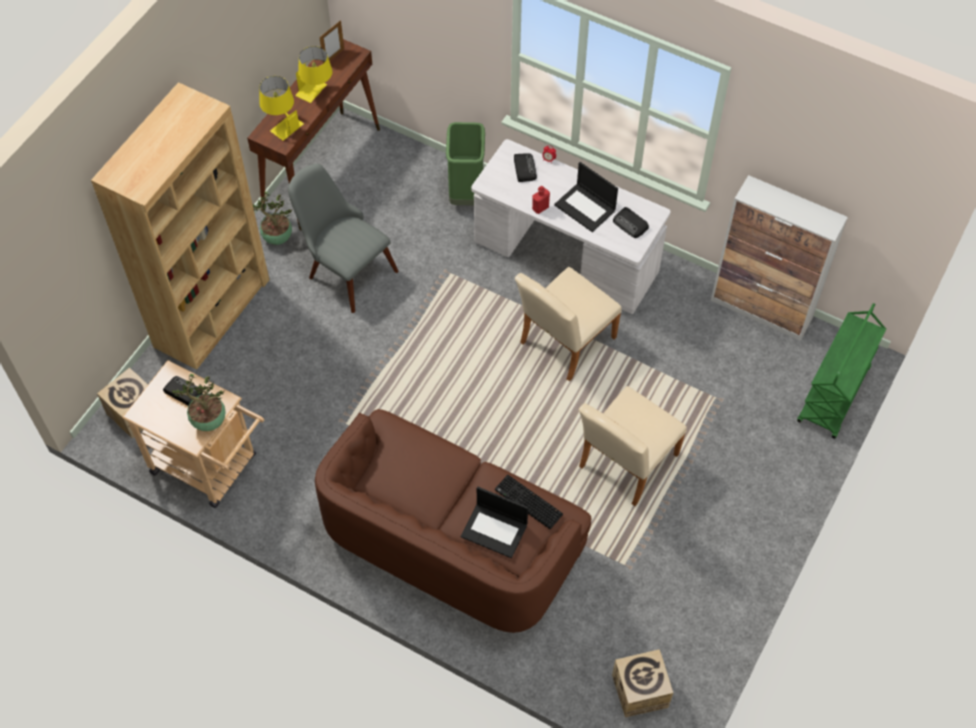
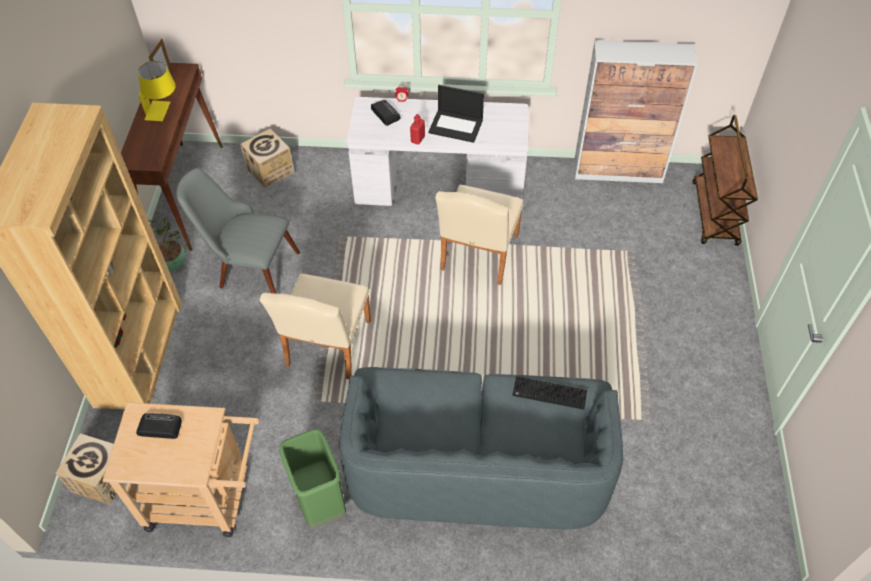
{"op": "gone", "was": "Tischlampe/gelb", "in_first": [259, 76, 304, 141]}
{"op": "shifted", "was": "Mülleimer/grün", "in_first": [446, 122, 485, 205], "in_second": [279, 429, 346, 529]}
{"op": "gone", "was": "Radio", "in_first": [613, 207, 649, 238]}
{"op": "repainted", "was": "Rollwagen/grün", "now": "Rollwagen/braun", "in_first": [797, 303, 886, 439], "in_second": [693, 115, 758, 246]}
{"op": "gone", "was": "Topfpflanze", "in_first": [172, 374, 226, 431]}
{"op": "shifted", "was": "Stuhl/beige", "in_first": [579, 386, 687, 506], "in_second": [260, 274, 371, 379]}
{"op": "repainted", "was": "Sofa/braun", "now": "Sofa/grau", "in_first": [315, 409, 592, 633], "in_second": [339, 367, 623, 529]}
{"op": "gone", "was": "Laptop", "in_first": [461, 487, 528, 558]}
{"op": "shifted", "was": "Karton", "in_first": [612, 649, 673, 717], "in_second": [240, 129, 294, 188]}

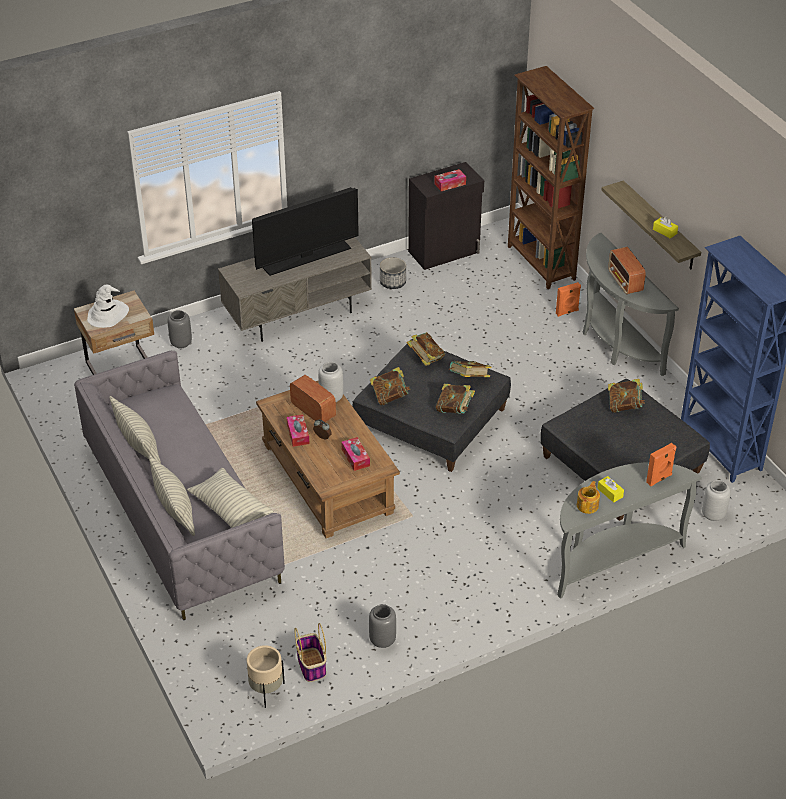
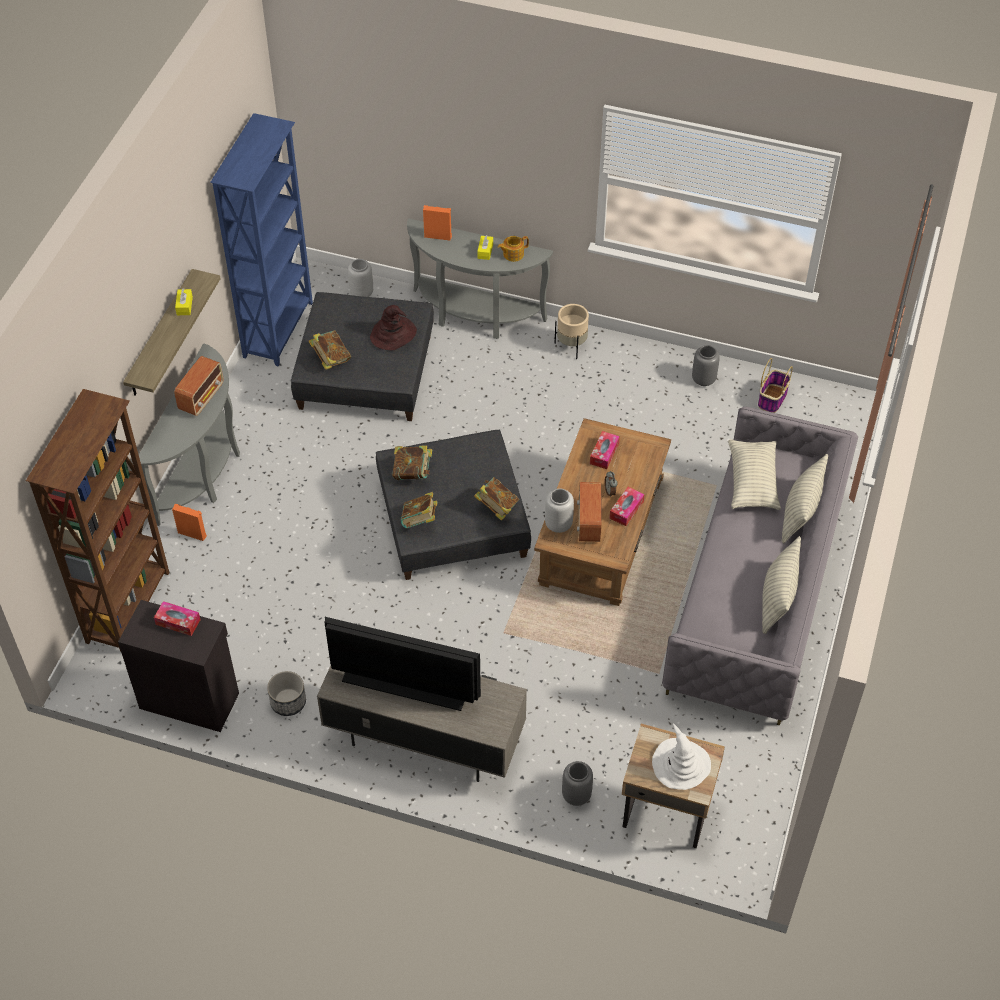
{"op": "gone", "was": "Buch", "in_first": [436, 384, 475, 414]}
{"op": "shifted", "was": "Pflanzkübel/beige", "in_first": [247, 645, 285, 708], "in_second": [555, 304, 589, 359]}
{"op": "new", "now": "Hut/braun", "in_second": [370, 305, 417, 350]}

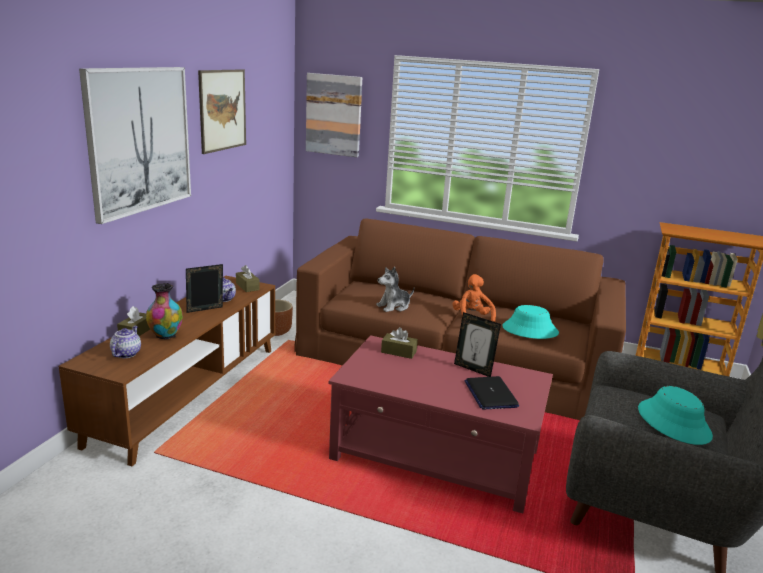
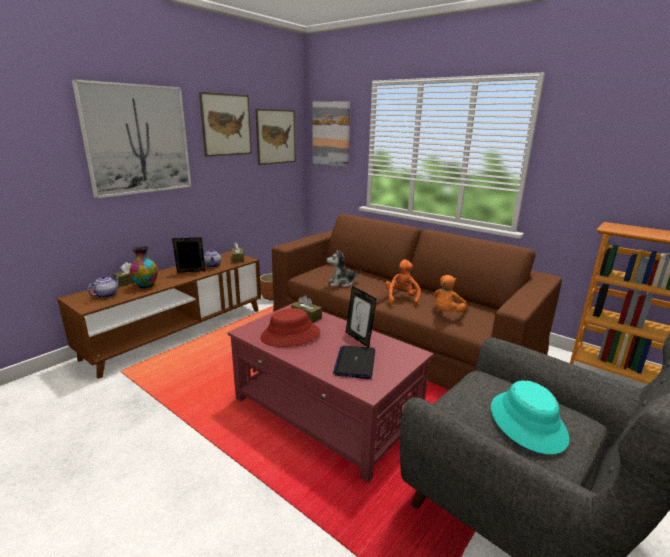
{"op": "swapped", "was": "Hut/türkis", "now": "Plüschtier/orange", "in_first": [502, 305, 559, 339], "in_second": [434, 275, 468, 313]}
{"op": "new", "now": "Bild", "in_second": [255, 109, 296, 165]}
{"op": "new", "now": "Hut/rot", "in_second": [260, 308, 320, 347]}

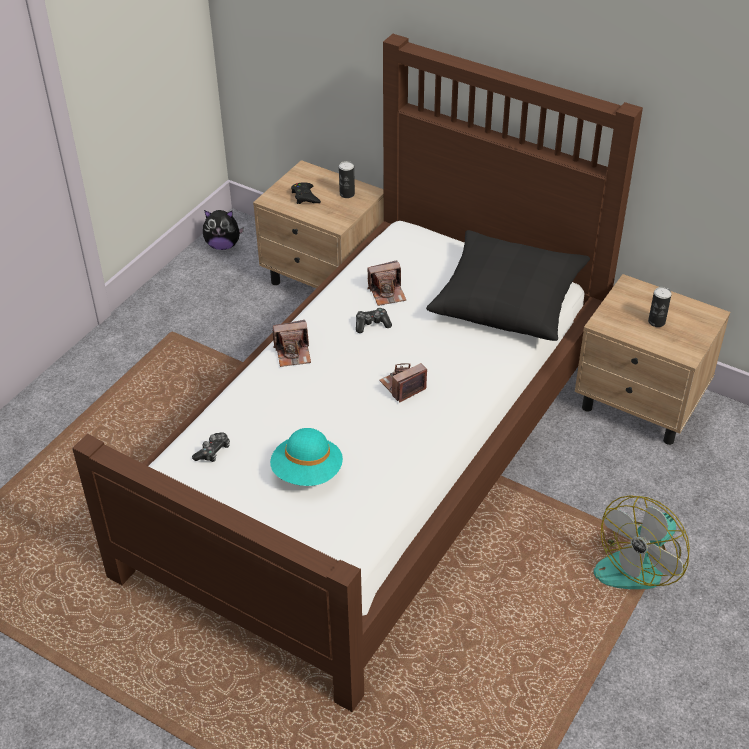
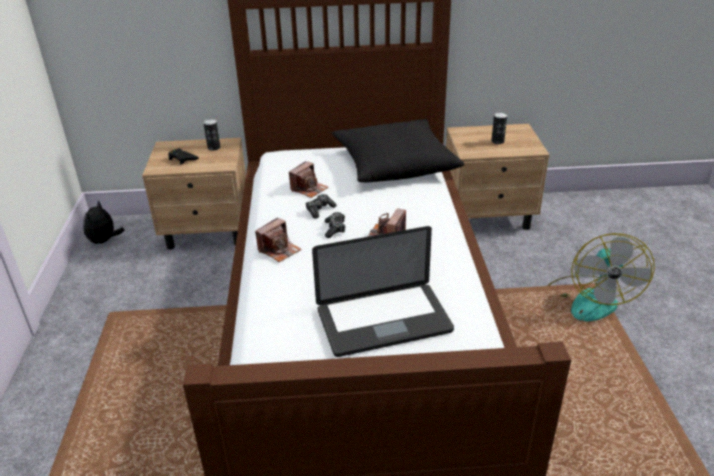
{"op": "rotated", "was": "Plüschtier", "in_first": [203, 210, 244, 250], "in_second": [83, 200, 124, 244], "clockwise": 135}
{"op": "swapped", "was": "Hut/türkis", "now": "Laptop", "in_first": [270, 428, 343, 486], "in_second": [312, 226, 454, 357]}
{"op": "shifted", "was": "Gamepad", "in_first": [192, 432, 230, 462], "in_second": [325, 212, 346, 238]}

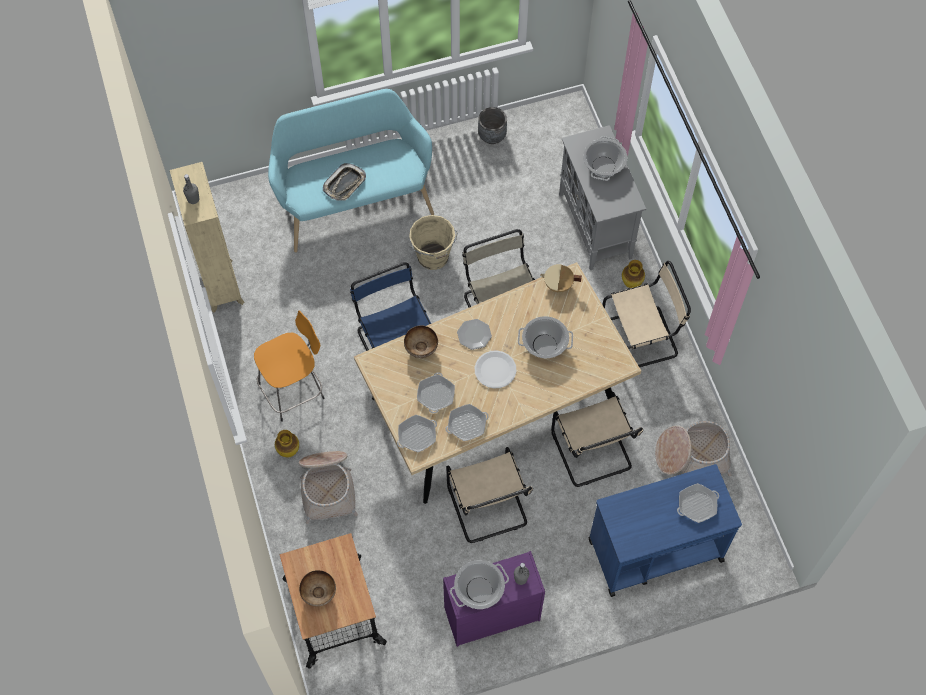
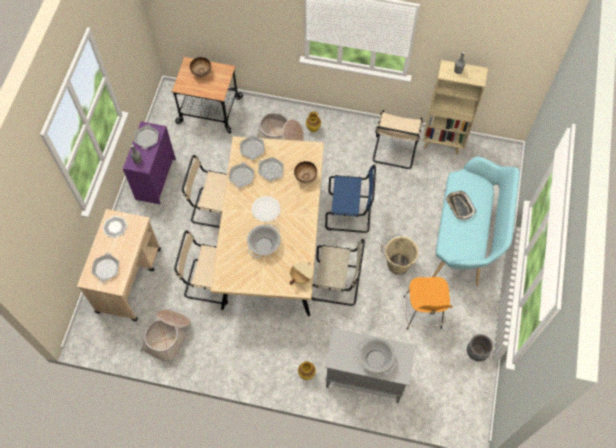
{"op": "shifted", "was": "Stuhl/beige", "in_first": [602, 261, 691, 367], "in_second": [373, 110, 423, 169]}
{"op": "shifted", "was": "Hocker/orange", "in_first": [254, 310, 325, 422], "in_second": [404, 277, 453, 330]}
{"op": "shifted", "was": "Teller", "in_first": [457, 319, 492, 350], "in_second": [103, 216, 127, 238]}
{"op": "repainted", "was": "Rollwagen/blau", "now": "Rollwagen/beige", "in_first": [589, 464, 742, 597], "in_second": [77, 209, 161, 321]}
{"op": "swapped", "was": "Kochtopf", "now": "Pfanne", "in_first": [450, 560, 509, 609], "in_second": [134, 124, 158, 149]}

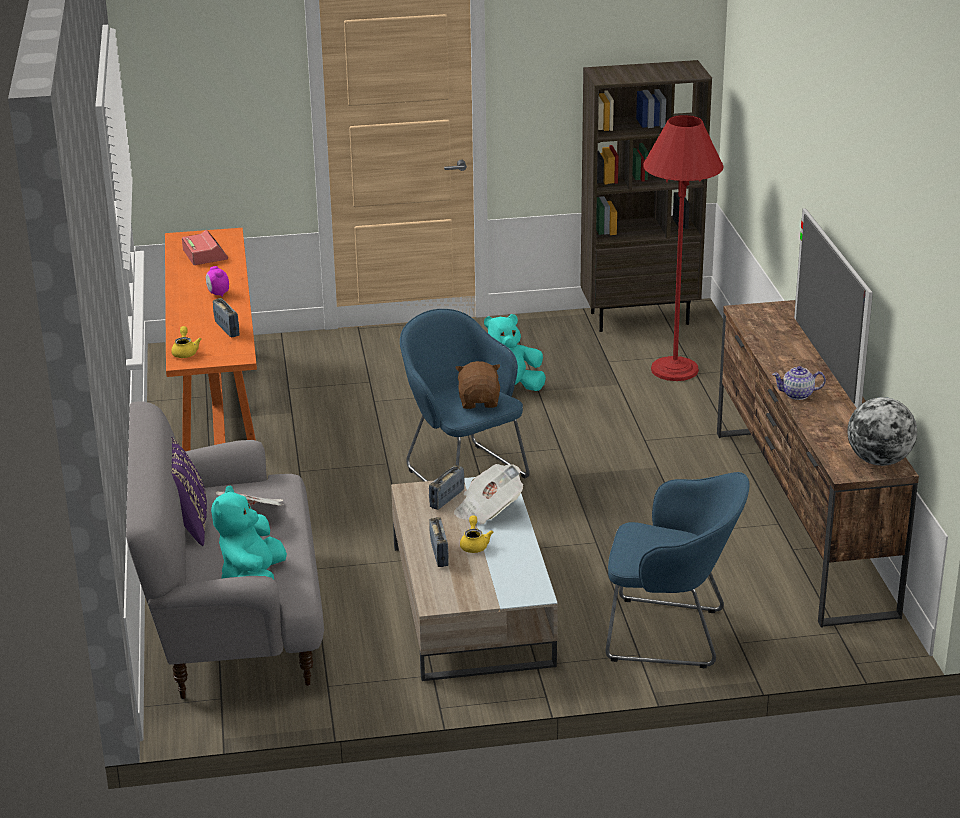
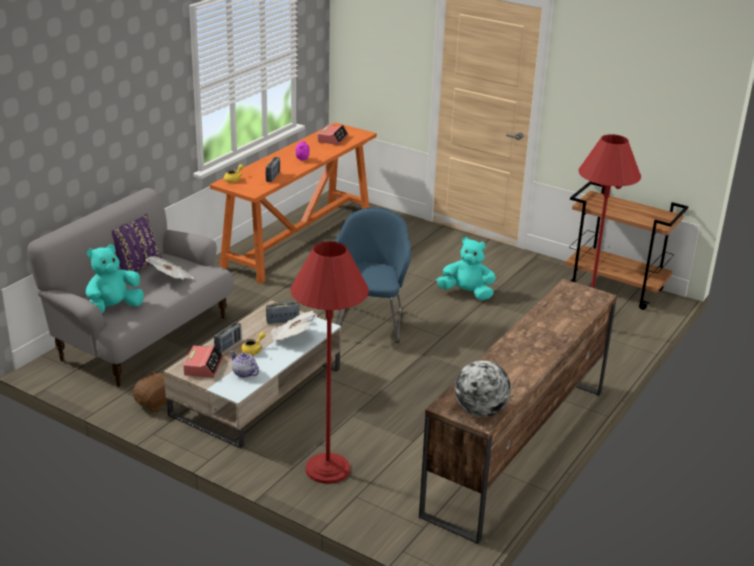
{"op": "swapped", "was": "Bücherregal/braun", "now": "Rollwagen/braun", "in_first": [580, 60, 712, 332], "in_second": [565, 181, 689, 310]}
{"op": "gone", "was": "Fernseher", "in_first": [794, 208, 873, 408]}
{"op": "shifted", "was": "Plüschtier/braun", "in_first": [455, 361, 500, 409], "in_second": [133, 371, 167, 412]}
{"op": "shifted", "was": "Teekanne", "in_first": [772, 366, 826, 400], "in_second": [230, 351, 259, 378]}
{"op": "swapped", "was": "Sessel/blau", "now": "Stehlampe/rot", "in_first": [606, 472, 750, 668], "in_second": [290, 241, 369, 484]}
{"op": "new", "now": "Wecker", "in_second": [183, 345, 223, 378]}

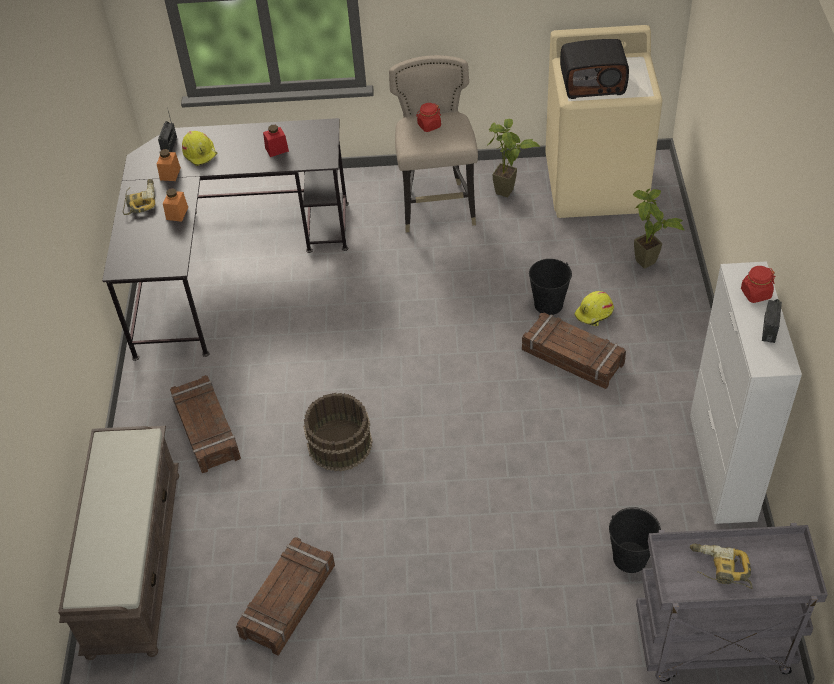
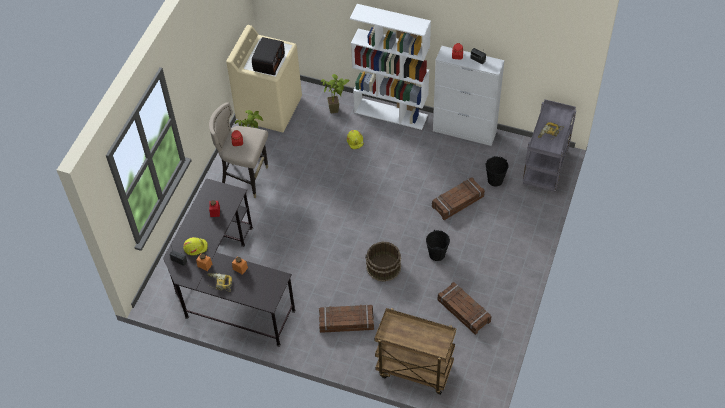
{"op": "shifted", "was": "Eimer/schwarz", "in_first": [529, 259, 572, 315], "in_second": [426, 230, 450, 261]}
{"op": "shifted", "was": "Kiste", "in_first": [522, 313, 626, 389], "in_second": [432, 177, 485, 220]}
{"op": "swapped", "was": "Bank/braun", "now": "Rollwagen/braun", "in_first": [58, 426, 179, 660], "in_second": [374, 308, 456, 395]}
{"op": "new", "now": "Bücherregal/weiß", "in_second": [350, 4, 431, 130]}

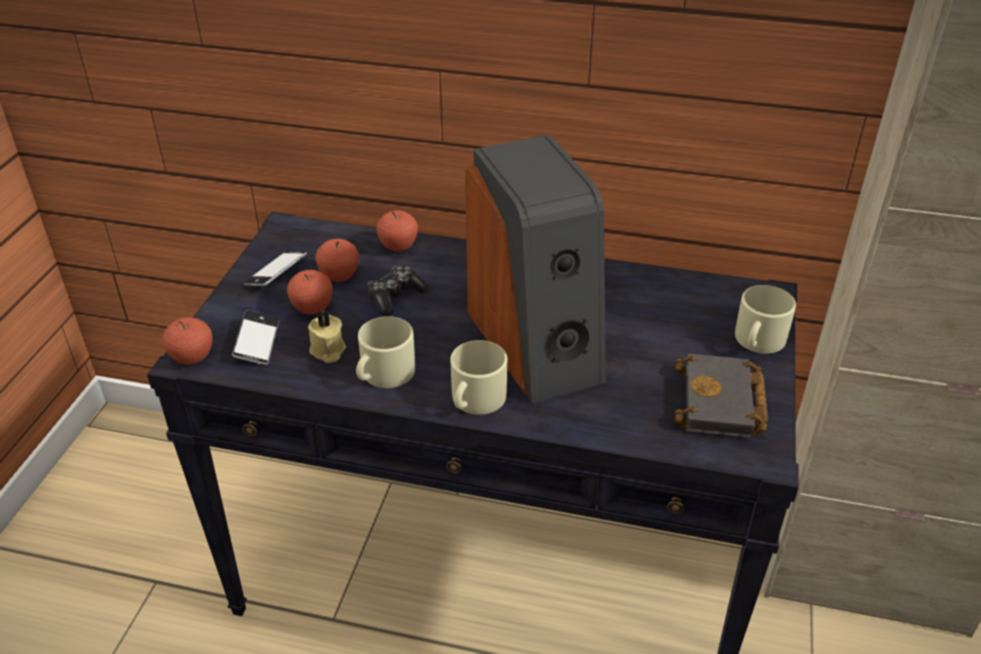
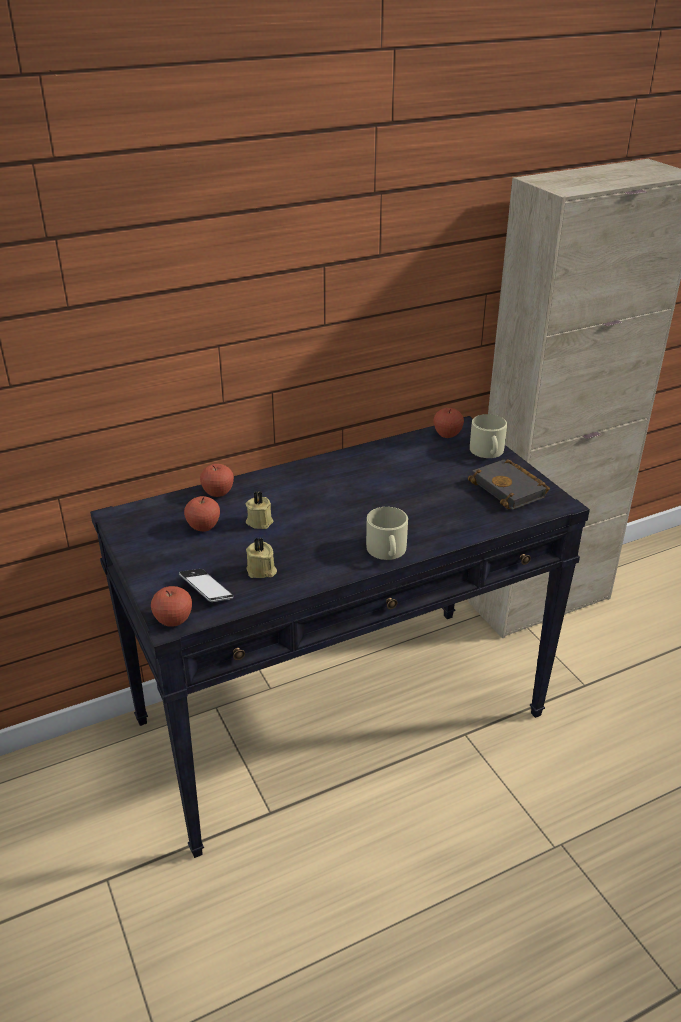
{"op": "gone", "was": "Lautsprecher", "in_first": [465, 135, 606, 403]}
{"op": "gone", "was": "Handy", "in_first": [243, 251, 307, 286]}
{"op": "swapped", "was": "Gamepad", "now": "Kerze/beige", "in_first": [367, 265, 429, 316], "in_second": [246, 491, 273, 529]}
{"op": "shifted", "was": "Apfel", "in_first": [287, 270, 333, 314], "in_second": [434, 408, 464, 438]}
{"op": "gone", "was": "Henkelbecher/beige", "in_first": [356, 316, 415, 388]}

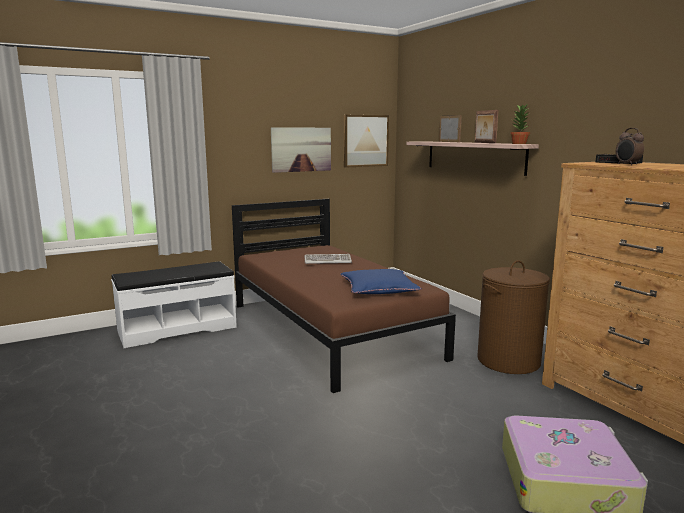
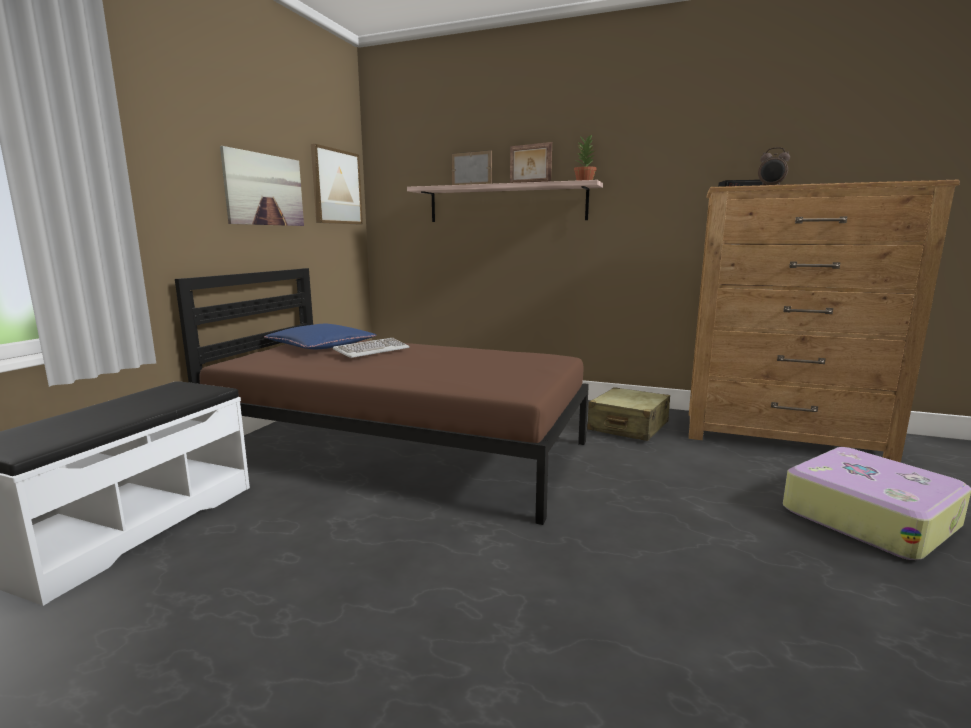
{"op": "swapped", "was": "Wäschekorb/braun", "now": "Koffer/beige", "in_first": [477, 260, 550, 374], "in_second": [587, 387, 670, 441]}
{"op": "shifted", "was": "Kissen/blau", "in_first": [340, 269, 421, 294], "in_second": [264, 324, 377, 349]}

